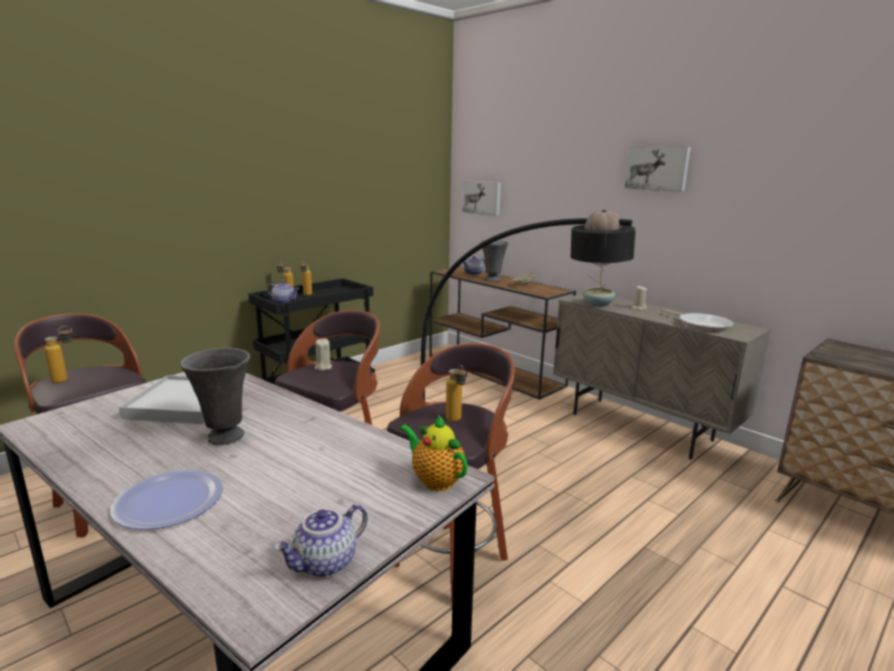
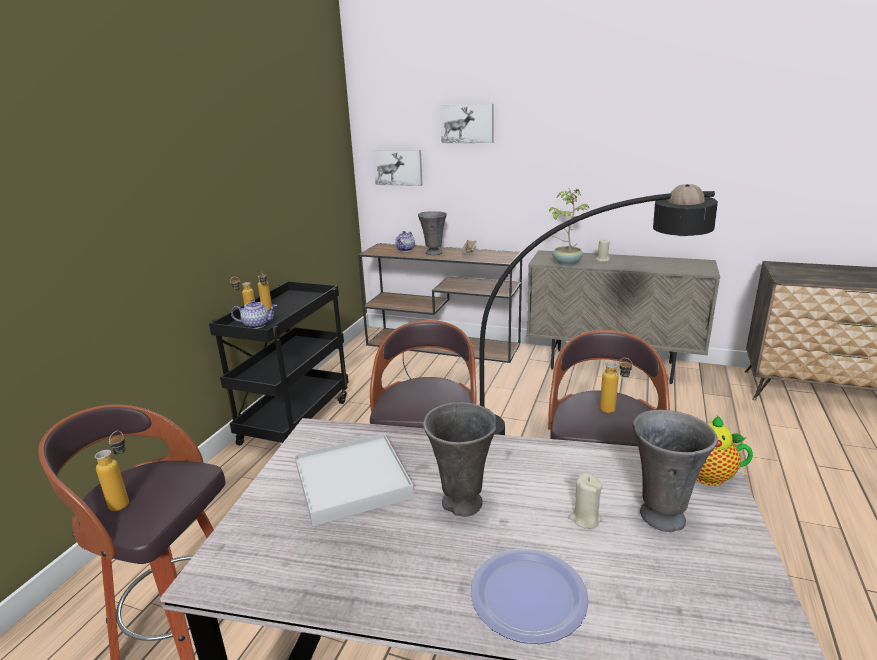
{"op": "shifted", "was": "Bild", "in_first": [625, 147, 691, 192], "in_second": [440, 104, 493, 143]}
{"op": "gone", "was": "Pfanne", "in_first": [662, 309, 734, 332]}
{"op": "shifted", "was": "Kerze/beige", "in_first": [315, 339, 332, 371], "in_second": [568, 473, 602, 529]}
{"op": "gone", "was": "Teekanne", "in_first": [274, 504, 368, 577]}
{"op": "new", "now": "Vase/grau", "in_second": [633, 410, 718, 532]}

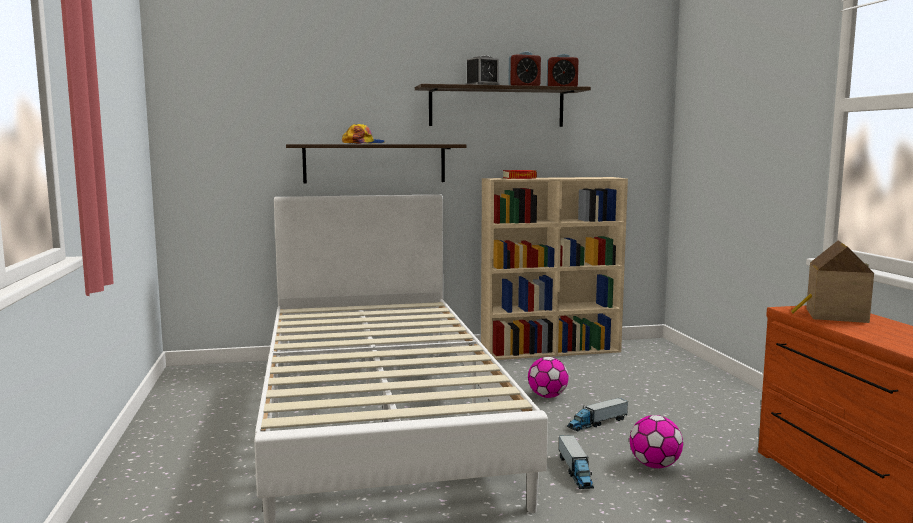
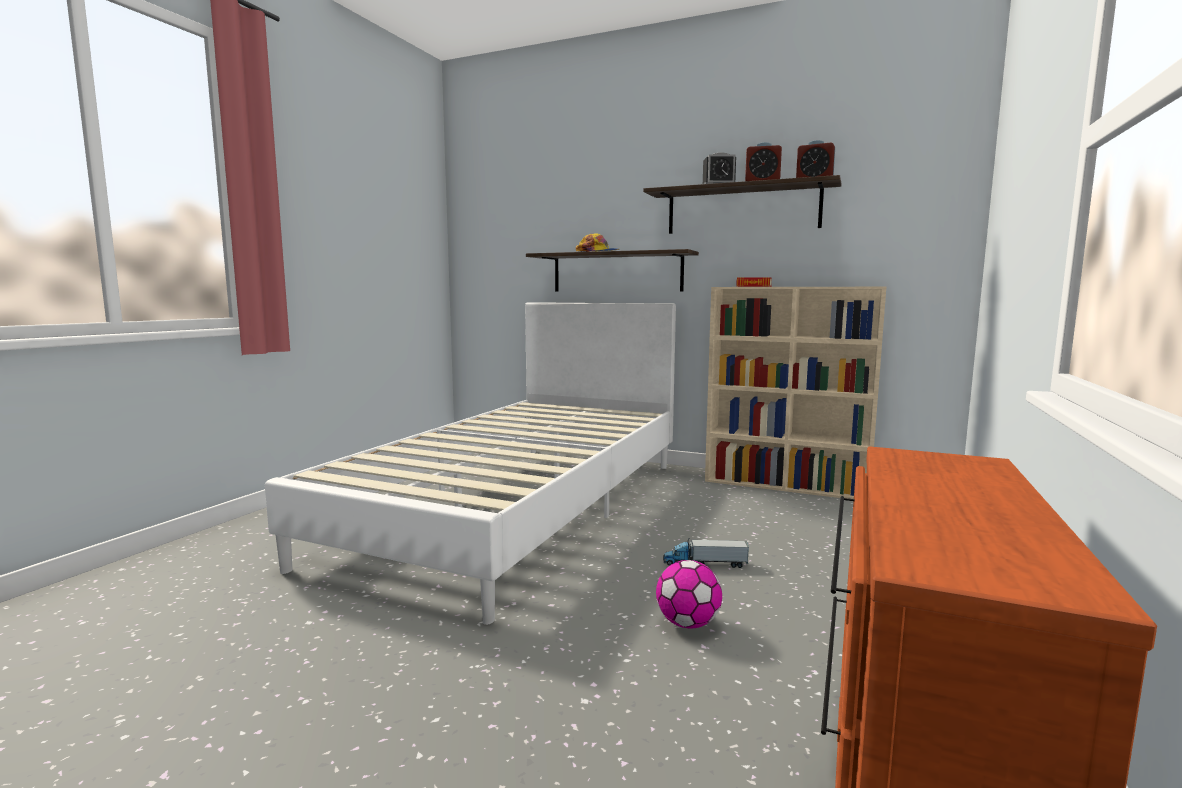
{"op": "gone", "was": "Spielzeughaus", "in_first": [791, 241, 874, 323]}
{"op": "gone", "was": "Fußball", "in_first": [528, 357, 569, 398]}
{"op": "gone", "was": "Spielzeuglaster", "in_first": [559, 435, 594, 489]}

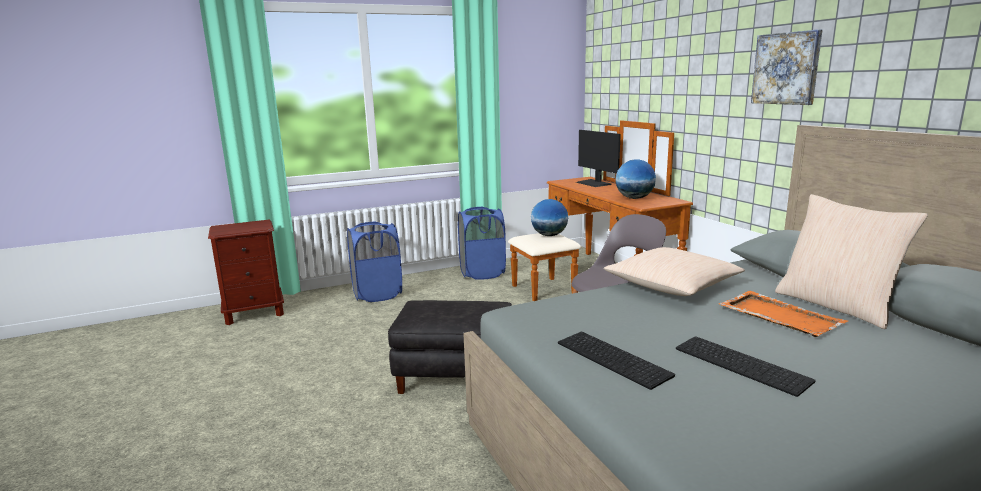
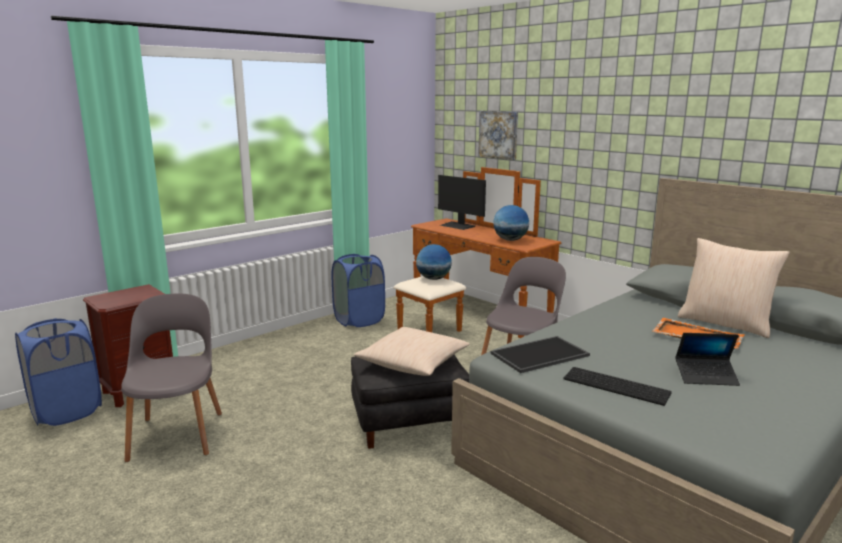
{"op": "shifted", "was": "Bild", "in_first": [751, 29, 823, 105], "in_second": [478, 111, 518, 160]}
{"op": "shifted", "was": "Wäschekorb/blau", "in_first": [347, 221, 402, 302], "in_second": [15, 318, 102, 426]}
{"op": "shifted", "was": "Kissen/beige", "in_first": [603, 247, 745, 296], "in_second": [354, 327, 470, 376]}
{"op": "swapped", "was": "Tastatur", "now": "Laptop", "in_first": [676, 336, 816, 397], "in_second": [675, 333, 740, 386]}
{"op": "new", "now": "Stuhl/grau", "in_second": [121, 294, 222, 462]}
{"op": "new", "now": "Tablett", "in_second": [491, 336, 590, 373]}

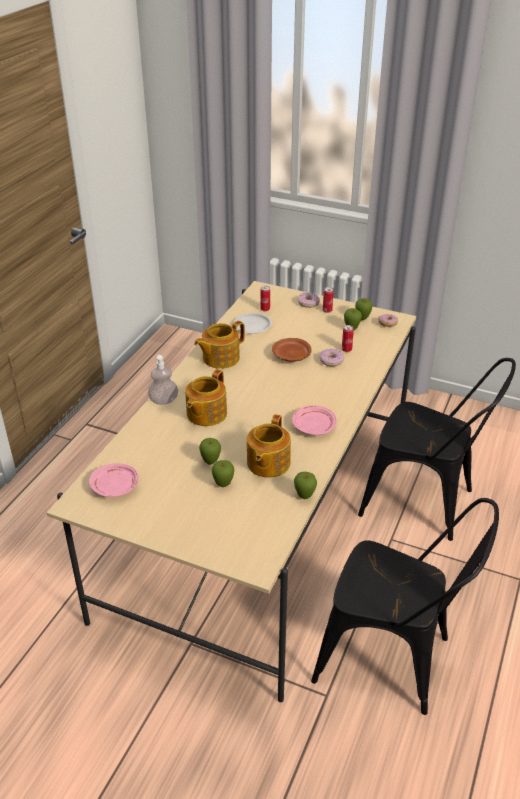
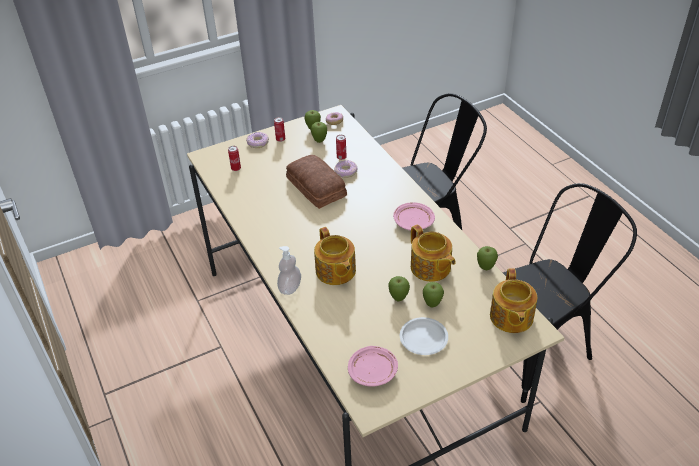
{"op": "shifted", "was": "Teller/weiß", "in_first": [234, 313, 272, 334], "in_second": [400, 317, 448, 355]}
{"op": "shifted", "was": "Teekanne", "in_first": [194, 321, 245, 369], "in_second": [490, 268, 537, 333]}
{"op": "swapped", "was": "Teller/braun", "now": "Brot", "in_first": [272, 338, 312, 362], "in_second": [286, 155, 347, 209]}

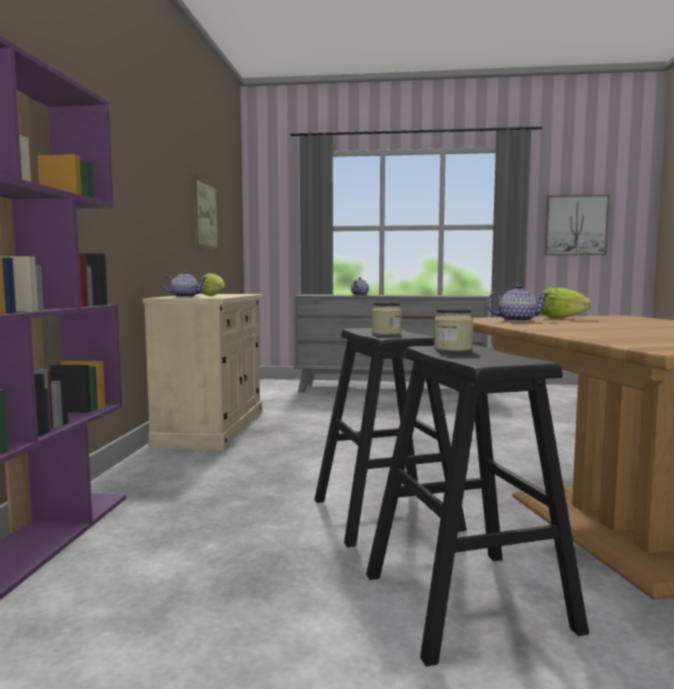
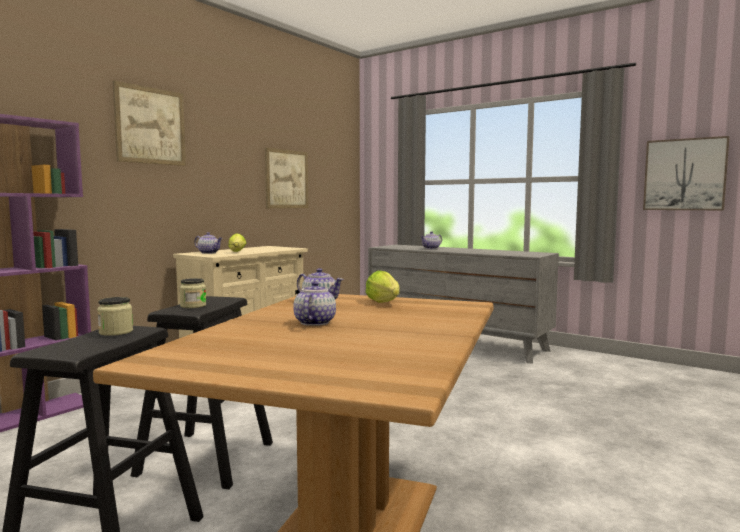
{"op": "new", "now": "Bild", "in_second": [113, 81, 186, 166]}
{"op": "new", "now": "Teekanne", "in_second": [293, 281, 336, 326]}

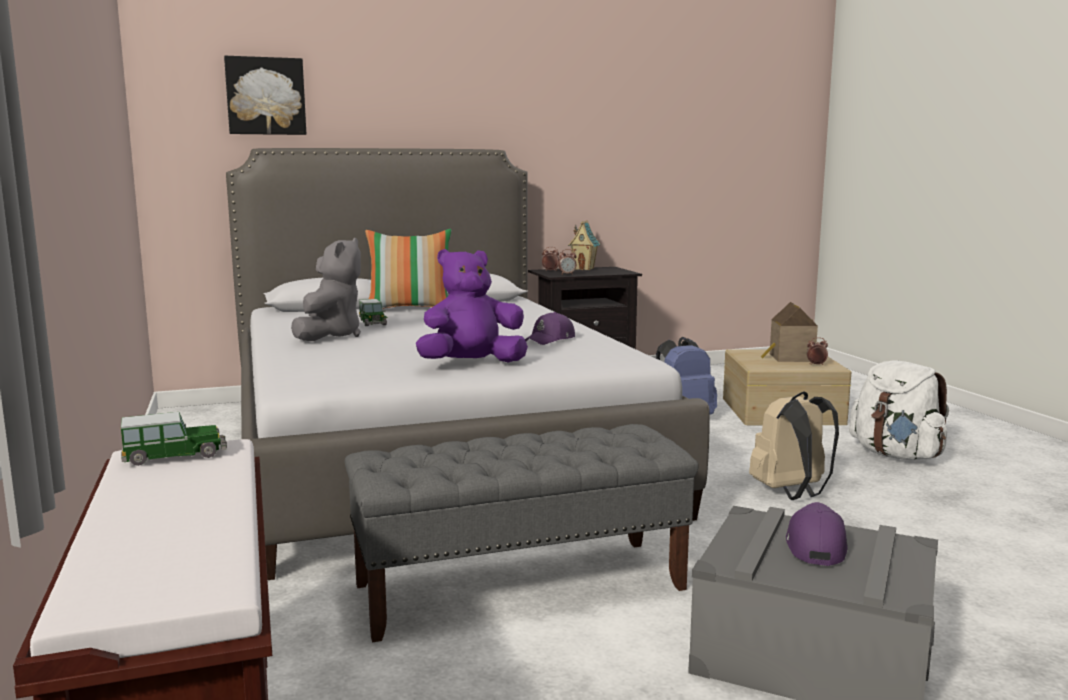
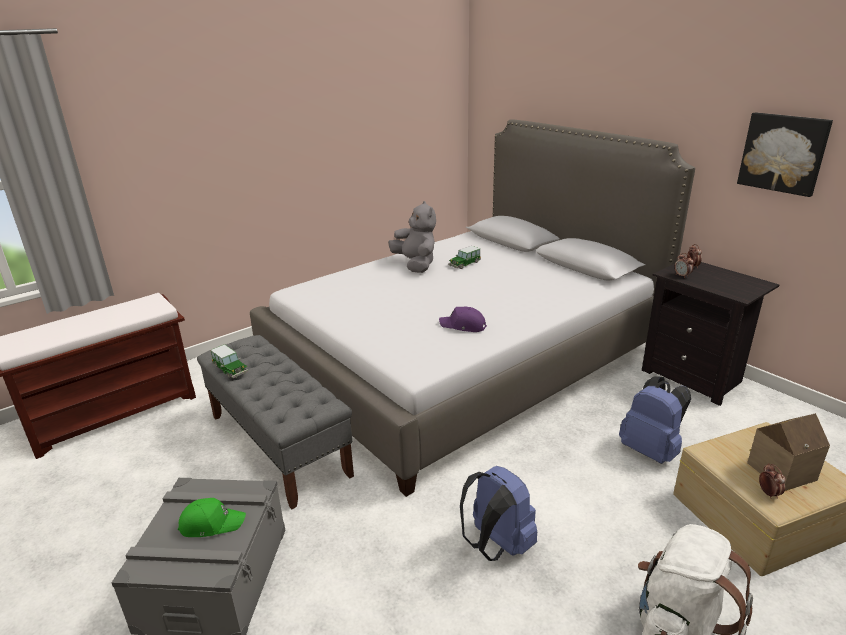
{"op": "shifted", "was": "Bild", "in_first": [224, 56, 306, 135], "in_second": [737, 112, 833, 197]}
{"op": "gone", "was": "Spielzeughaus", "in_first": [568, 220, 600, 270]}
{"op": "gone", "was": "Kissen", "in_first": [365, 229, 451, 309]}
{"op": "rotated", "was": "Plüschtier/grau", "in_first": [291, 238, 361, 341], "in_second": [388, 201, 436, 273], "clockwise": -105}
{"op": "gone", "was": "Plüschtier/lila", "in_first": [416, 249, 528, 363]}
{"op": "repainted", "was": "Rucksack/beige", "now": "Rucksack/blau", "in_first": [749, 392, 839, 500], "in_second": [460, 466, 537, 561]}
{"op": "shifted", "was": "Spielzeugauto", "in_first": [121, 412, 227, 466], "in_second": [211, 345, 248, 378]}
{"op": "repainted", "was": "Kappe/lila", "now": "Kappe/grün", "in_first": [786, 502, 847, 566], "in_second": [178, 498, 246, 537]}

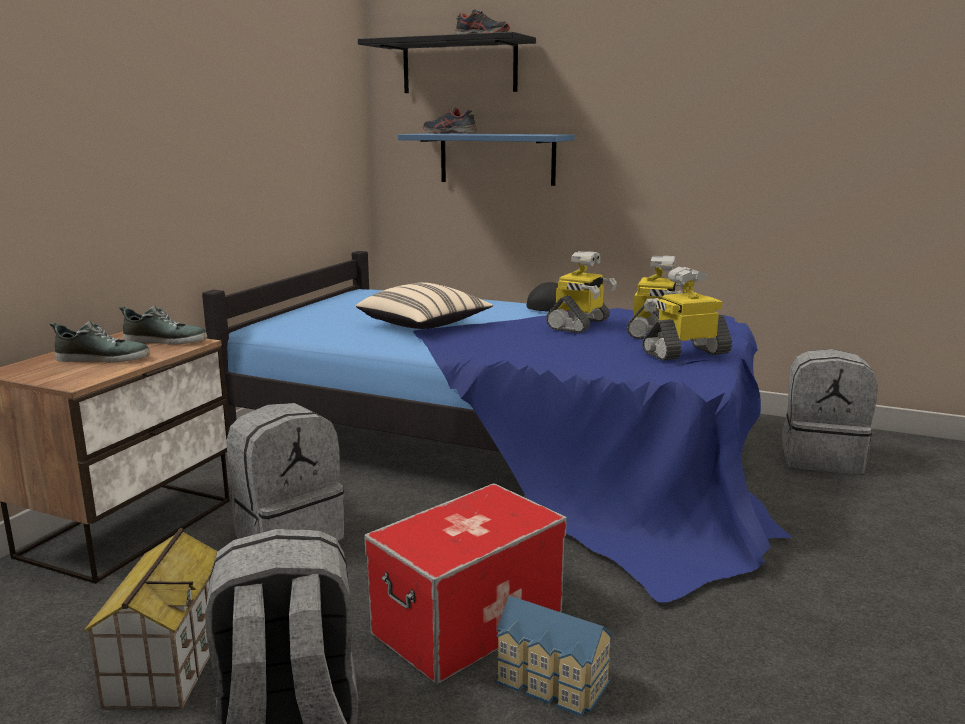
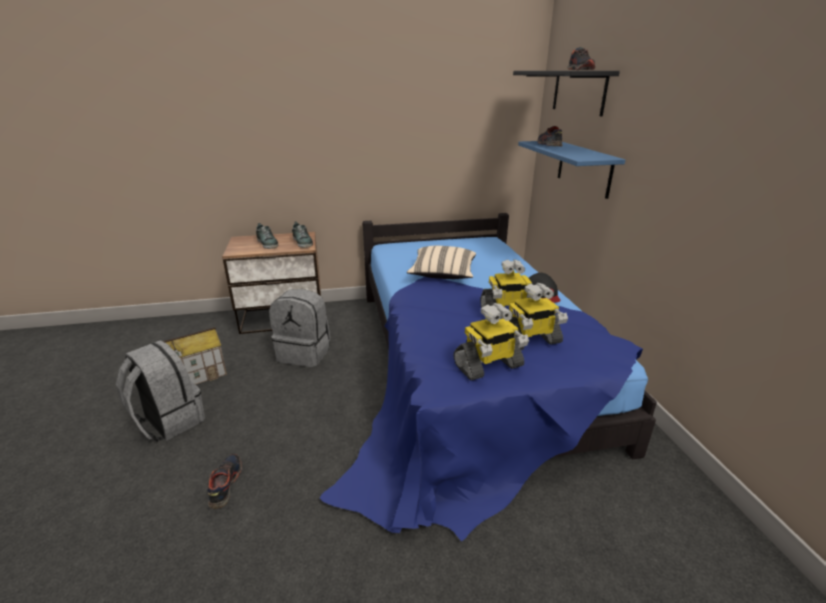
{"op": "rotated", "was": "Spielzeugroboter", "in_first": [642, 267, 732, 360], "in_second": [453, 303, 529, 381], "clockwise": 120}
{"op": "gone", "was": "Rucksack/grau", "in_first": [782, 349, 878, 474]}
{"op": "gone", "was": "Aufbewahrungsbox", "in_first": [364, 483, 567, 684]}
{"op": "swapped", "was": "Spielzeughaus", "now": "Schuh", "in_first": [497, 595, 612, 717], "in_second": [208, 454, 242, 509]}

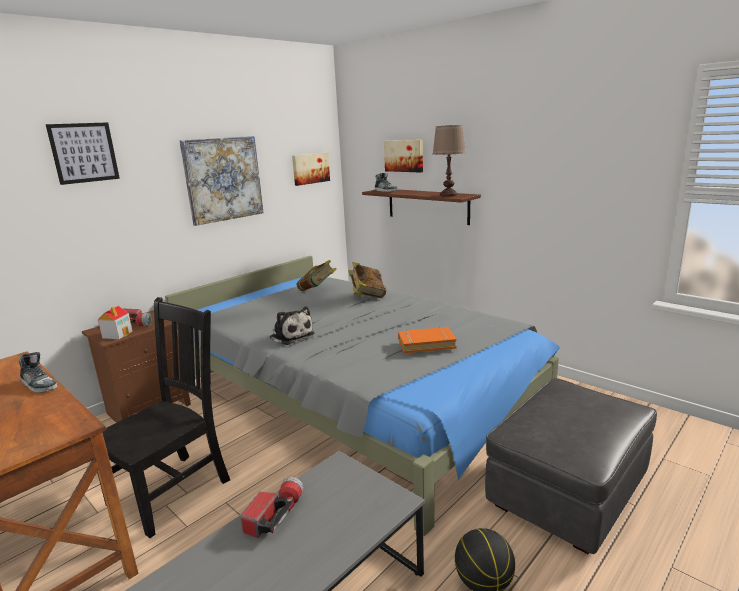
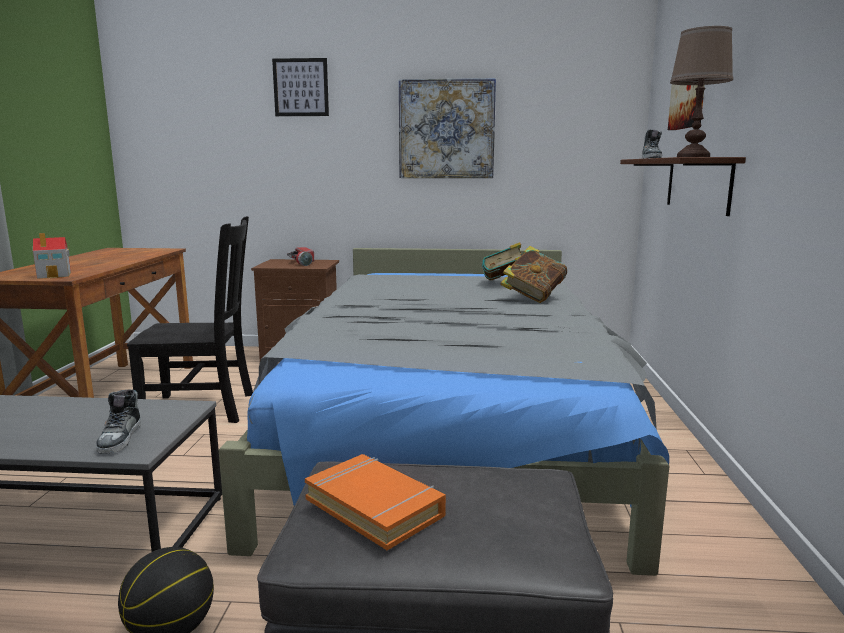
{"op": "gone", "was": "Bild", "in_first": [292, 152, 330, 186]}
{"op": "shifted", "was": "Spielzeughaus", "in_first": [98, 306, 133, 339], "in_second": [33, 233, 71, 279]}
{"op": "gone", "was": "Plüschtier", "in_first": [270, 306, 314, 345]}
{"op": "shifted", "was": "Buch/orange", "in_first": [398, 327, 457, 353], "in_second": [305, 454, 446, 550]}
{"op": "shifted", "was": "Schuh", "in_first": [19, 352, 57, 393], "in_second": [96, 389, 141, 454]}
{"op": "gone", "was": "Taschenlampe", "in_first": [240, 477, 304, 538]}

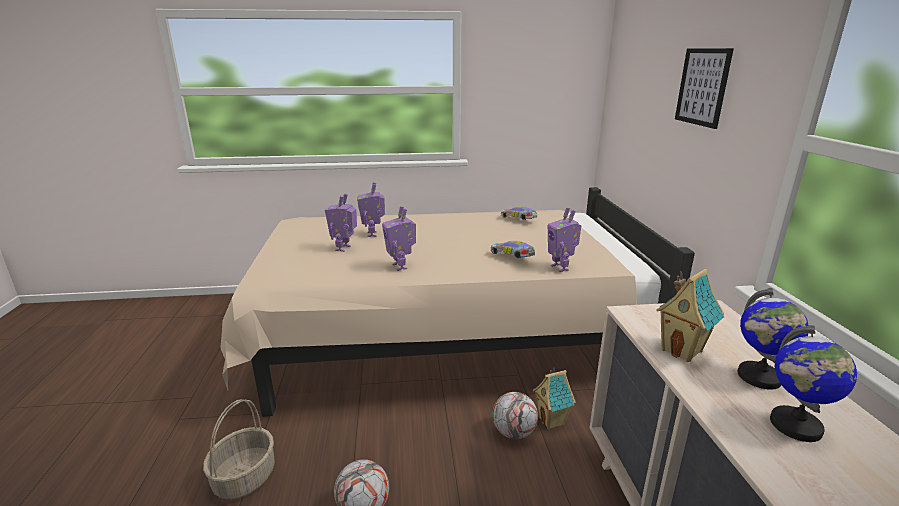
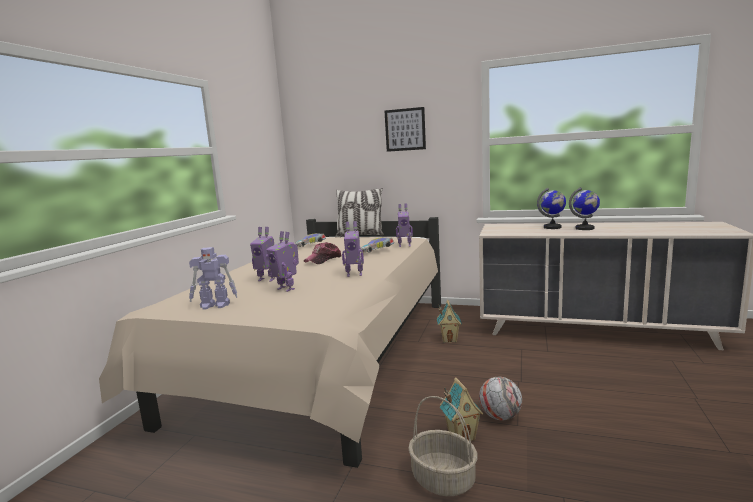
{"op": "shifted", "was": "Spielzeughaus", "in_first": [656, 269, 724, 362], "in_second": [440, 377, 483, 441]}
{"op": "gone", "was": "Fußball", "in_first": [492, 392, 538, 439]}
{"op": "new", "now": "Kissen", "in_second": [335, 188, 384, 237]}
{"op": "new", "now": "Kappe", "in_second": [304, 242, 341, 264]}
{"op": "new", "now": "Spielzeugroboter", "in_second": [189, 247, 237, 310]}

